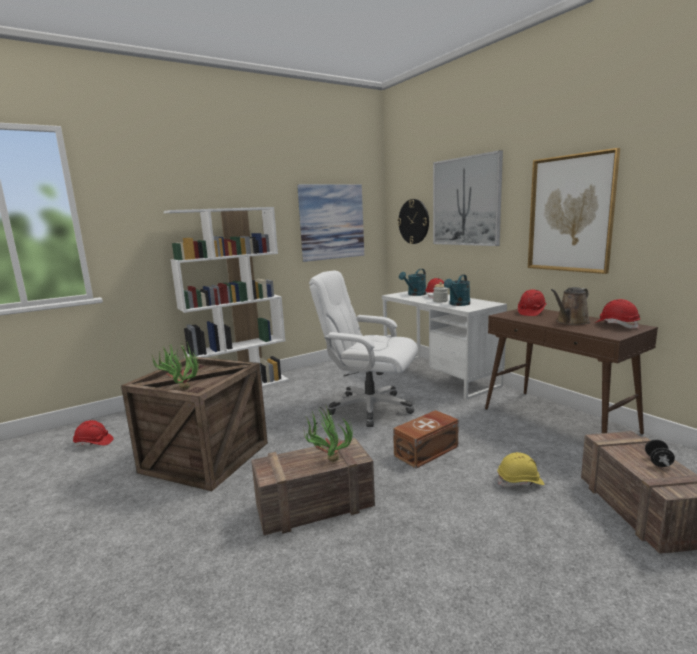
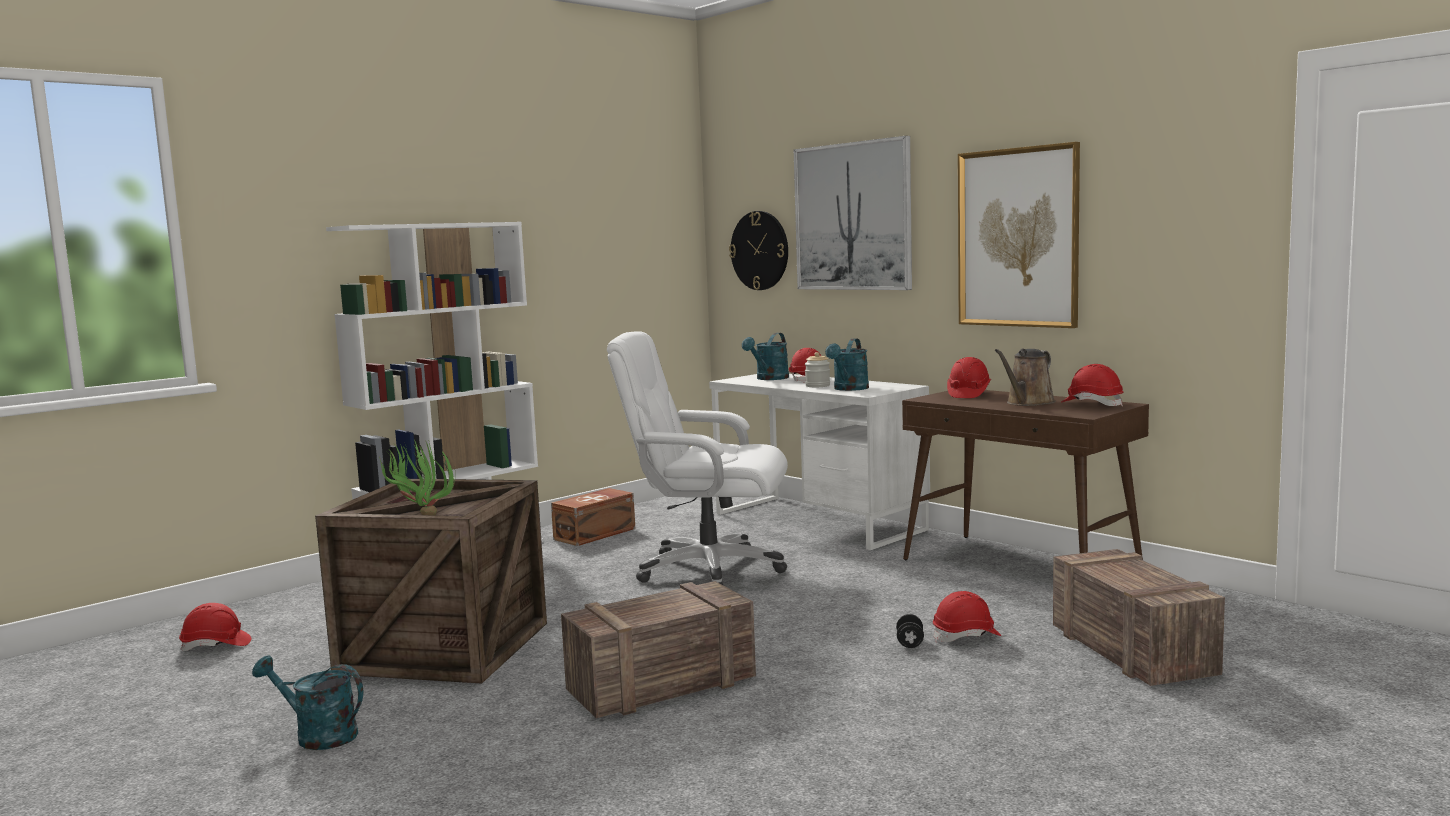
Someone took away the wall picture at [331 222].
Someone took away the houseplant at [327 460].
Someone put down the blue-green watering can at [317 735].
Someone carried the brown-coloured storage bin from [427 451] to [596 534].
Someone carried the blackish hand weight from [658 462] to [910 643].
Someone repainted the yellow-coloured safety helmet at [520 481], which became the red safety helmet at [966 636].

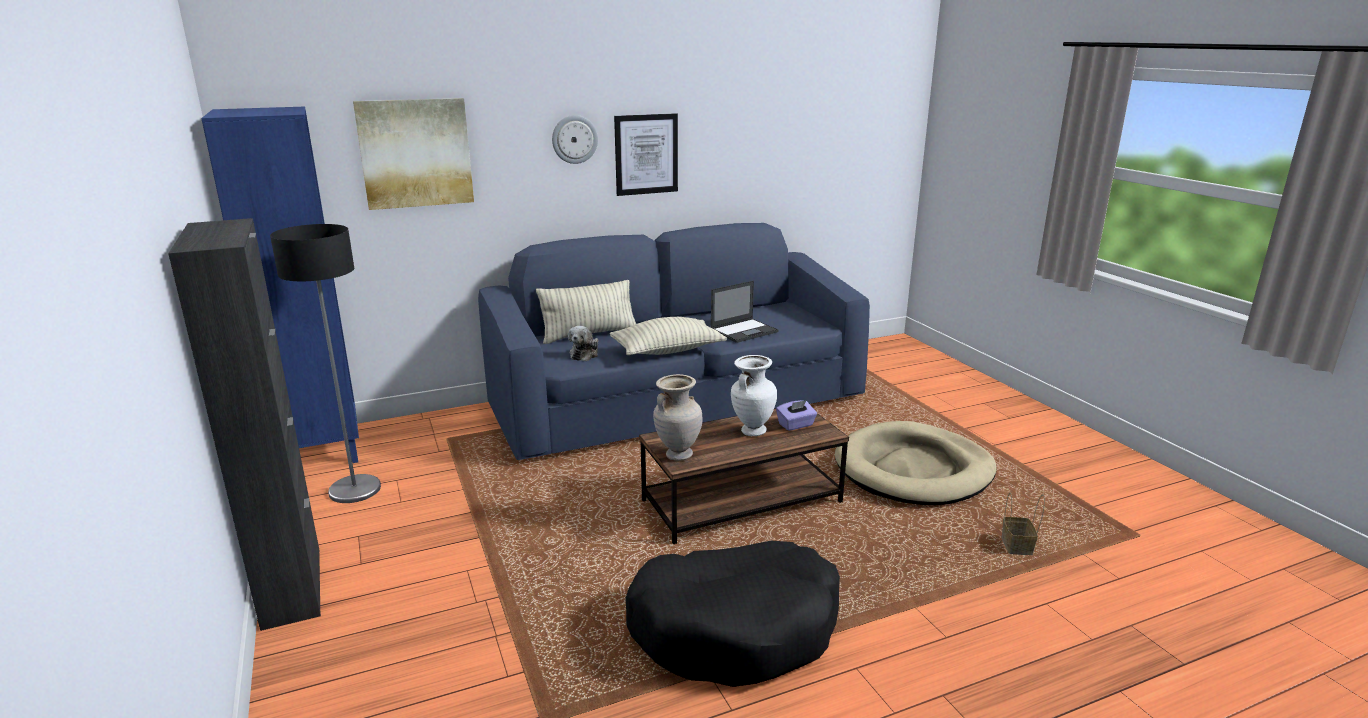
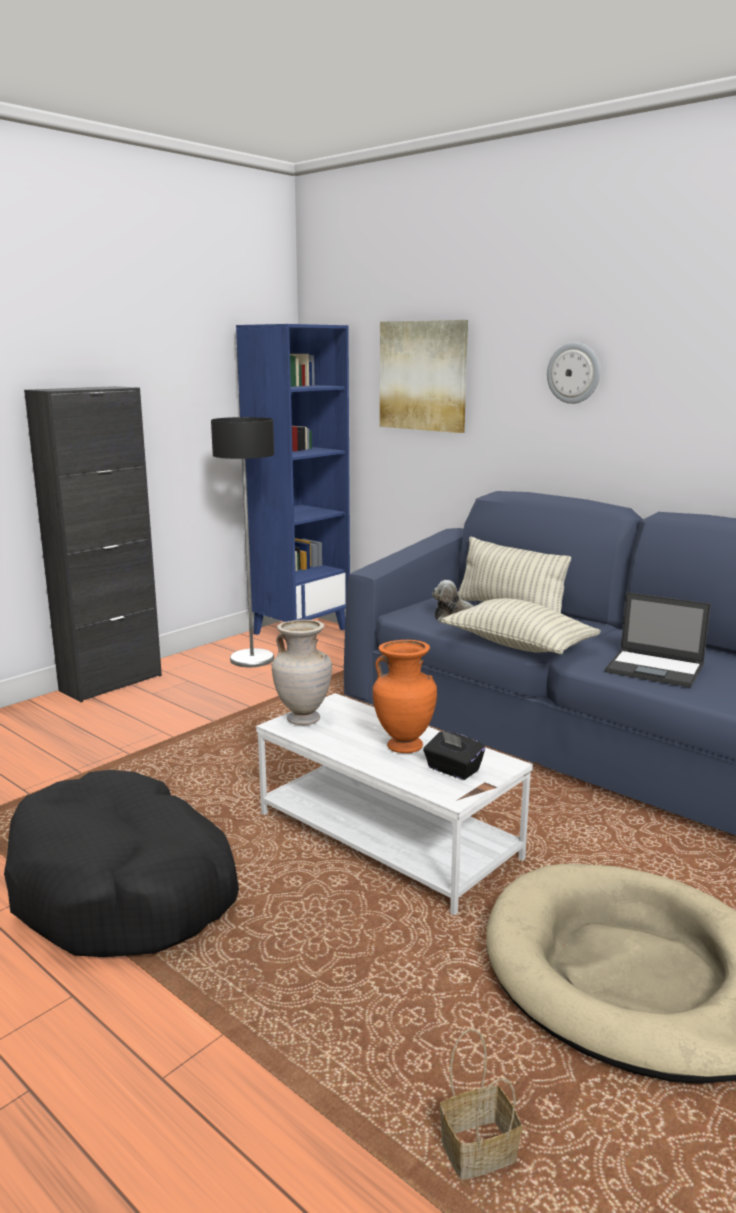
Someone took away the wall picture at [646 154].
Someone repainted the brown-coloured lounge table at [742 501], which became the white lounge table at [388 836].
Someone repainted the white decorative vase at [752 431], which became the orange decorative vase at [404 746].
Someone repainted the purple box of tissues at [796 425], which became the blackish box of tissues at [453 770].

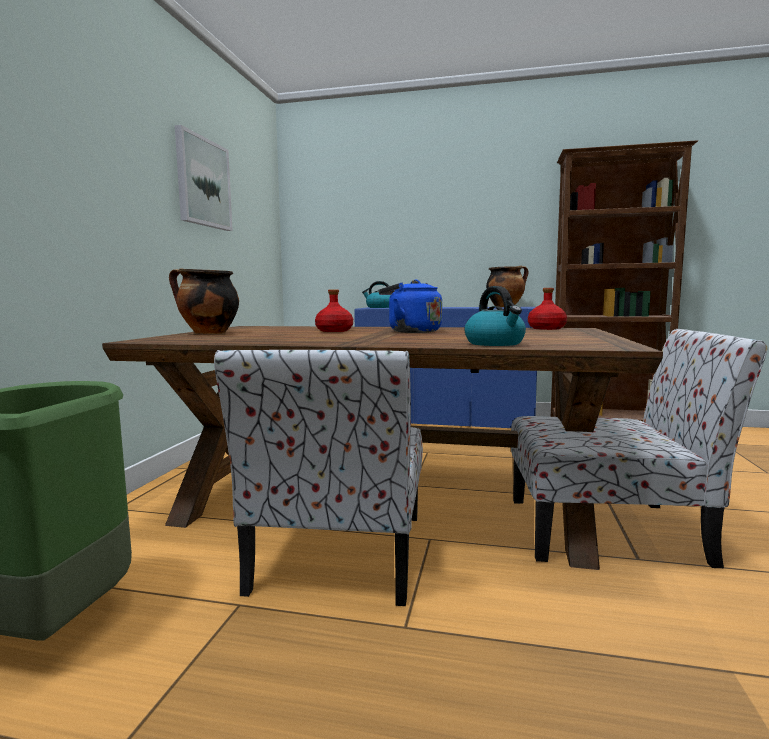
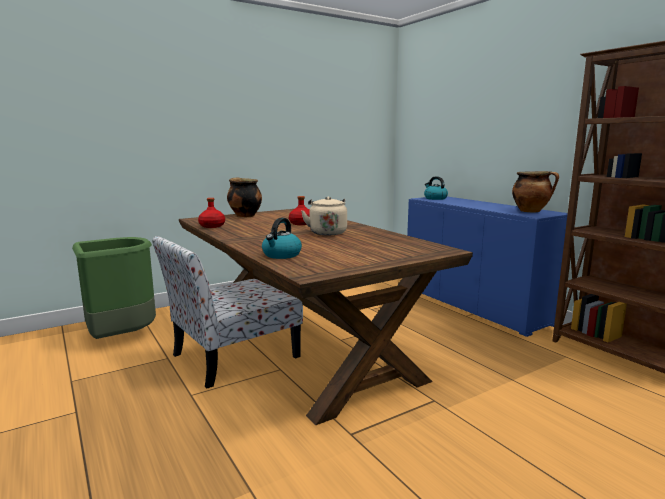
Someone took away the wall picture at [203 182].
Someone took away the chair at [609 530].
Someone carried the red beverage bottle from [546 328] to [212 226].
Someone repainted the blue-coloured water kettle at [411 332], which became the sand-coloured water kettle at [327 232].

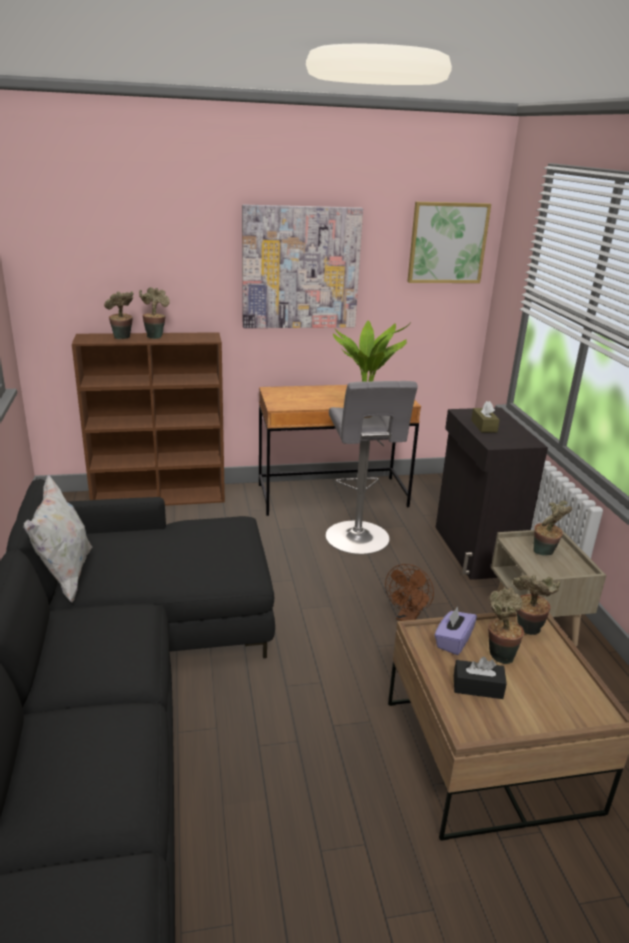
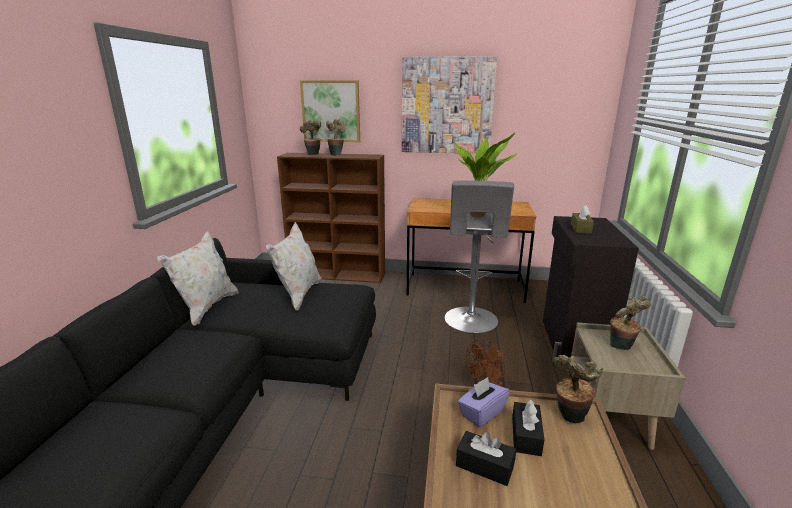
Someone put down the white pillow at [298 295].
Someone carried the wall picture from [447 243] to [331 111].
Someone swapped the houseplant at [499 654] for the blackish box of tissues at [526 436].

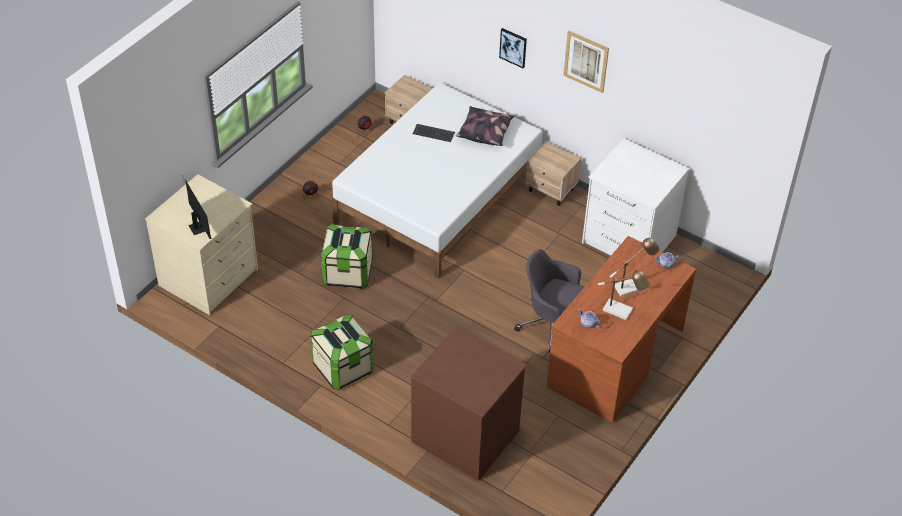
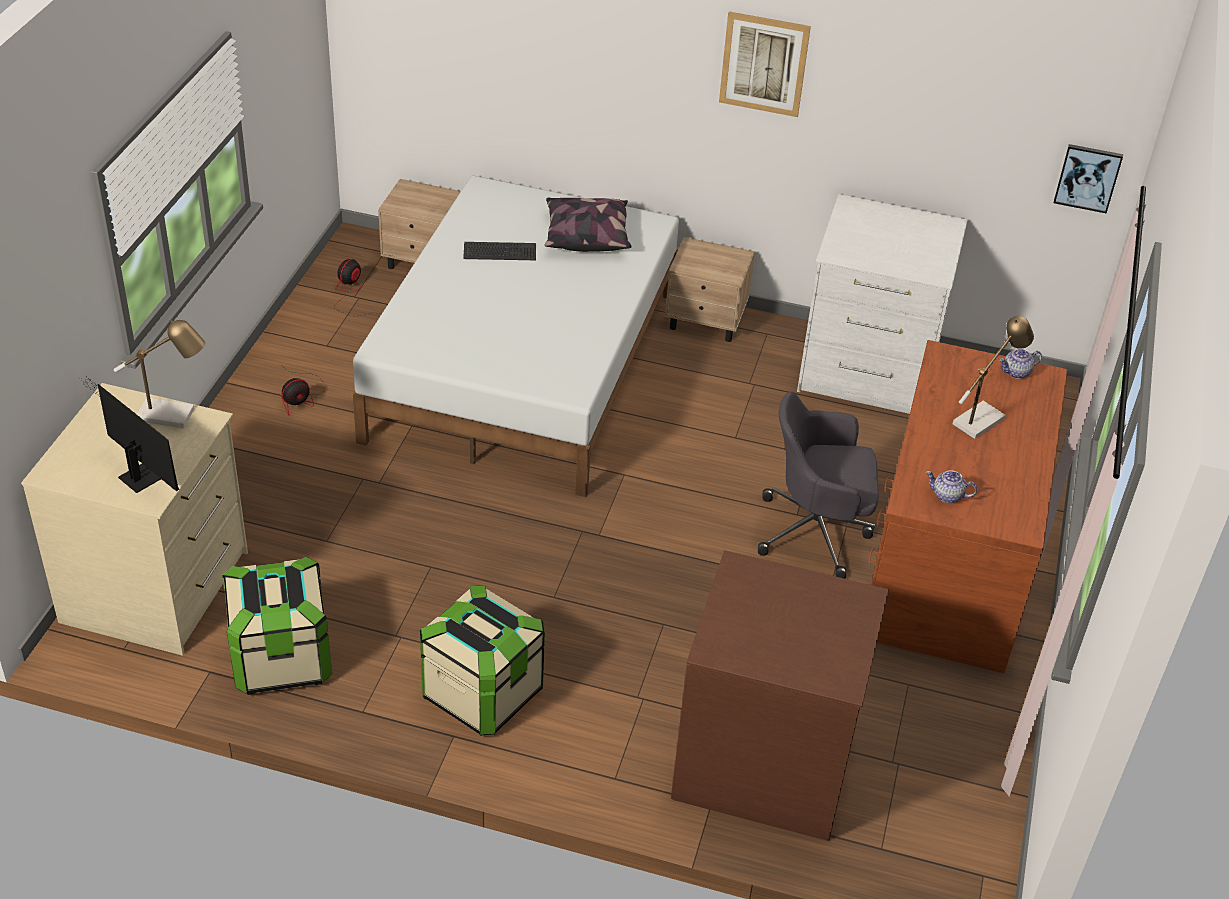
Someone carried the storage bin from [347 272] to [281 658].
Someone carried the wall picture from [513 47] to [1088 177].
Someone carried the lamp for a table from [621 311] to [173 415].

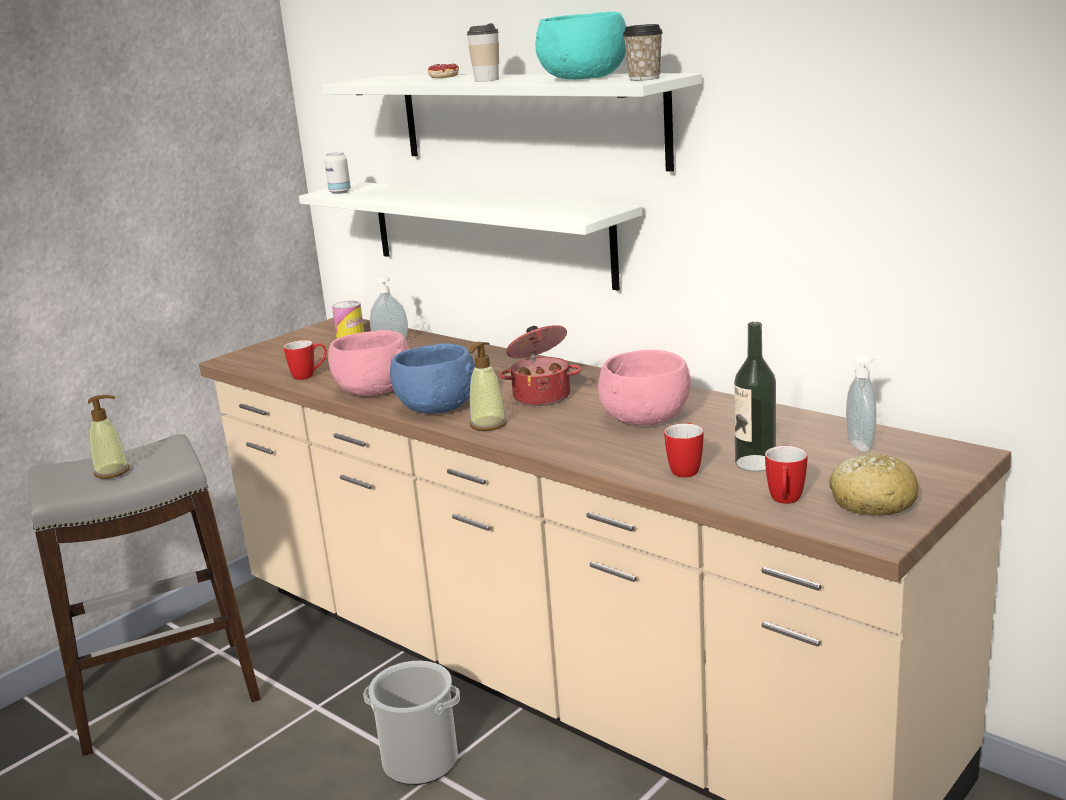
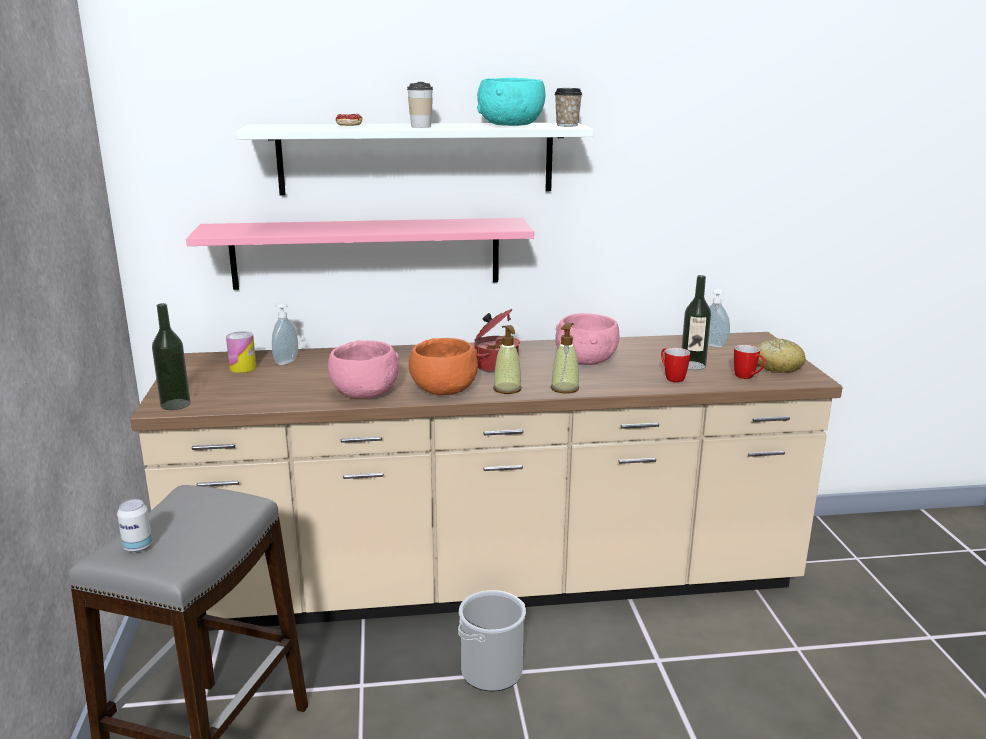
Someone took away the mug at [309 375].
Someone put down the beverage bottle at [175 404].
Someone carried the liquid soap bottle from [112 472] to [565 388].
Someone carried the sealed can from [340 192] to [138 547].
Someone repainted the white bracket shelf at [488 232], which became the pinkish bracket shelf at [366 253].
Someone repainted the blue-coloured deep dish at [436 406], which became the orange deep dish at [442 389].

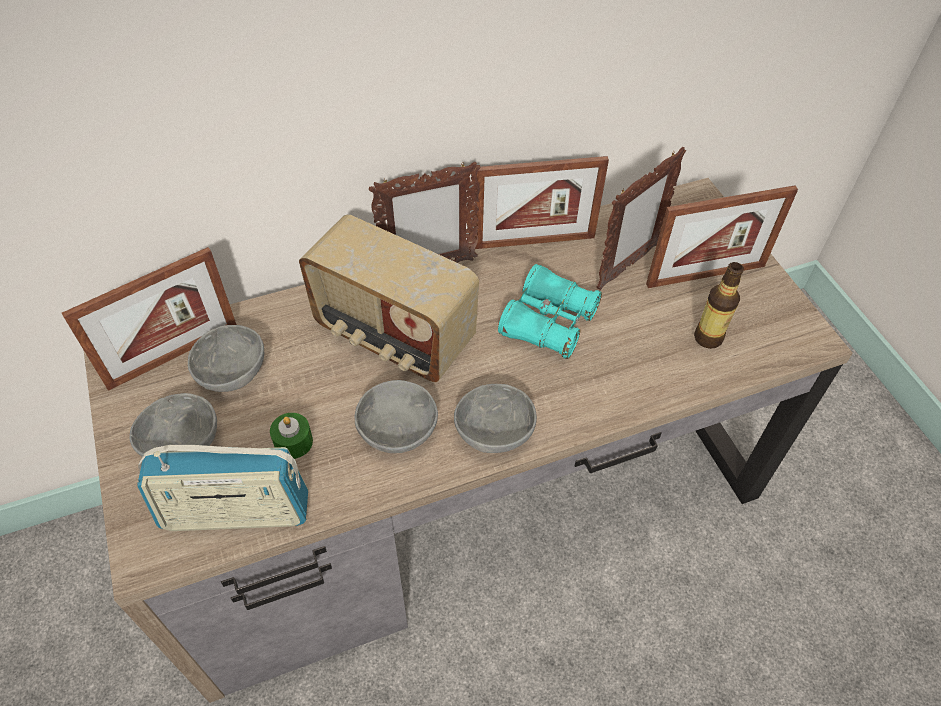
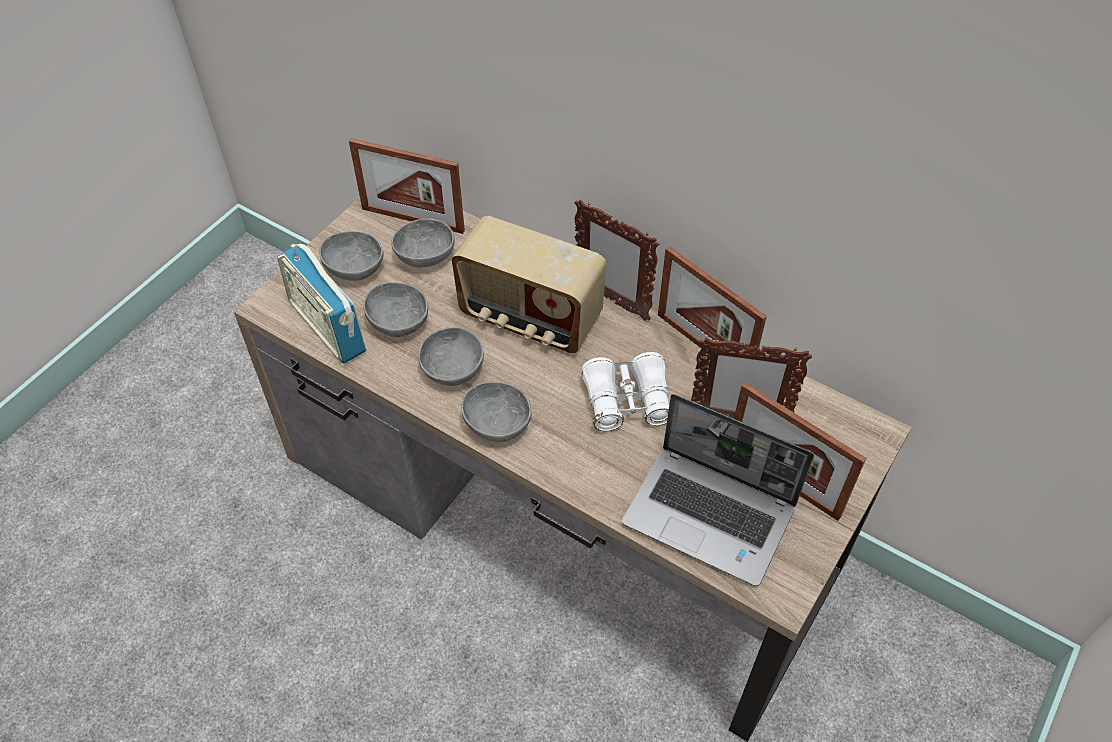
Someone swapped the greenish wax candle at [293 442] for the greyish deep dish at [399 321].
Someone swapped the beverage bottle at [708 338] for the notebook computer at [711 515].
Someone repainted the blue-green pair of binoculars at [548 323], which became the white pair of binoculars at [627 401].
Someone rotated the radio at [393 336] by 60 degrees counterclockwise.

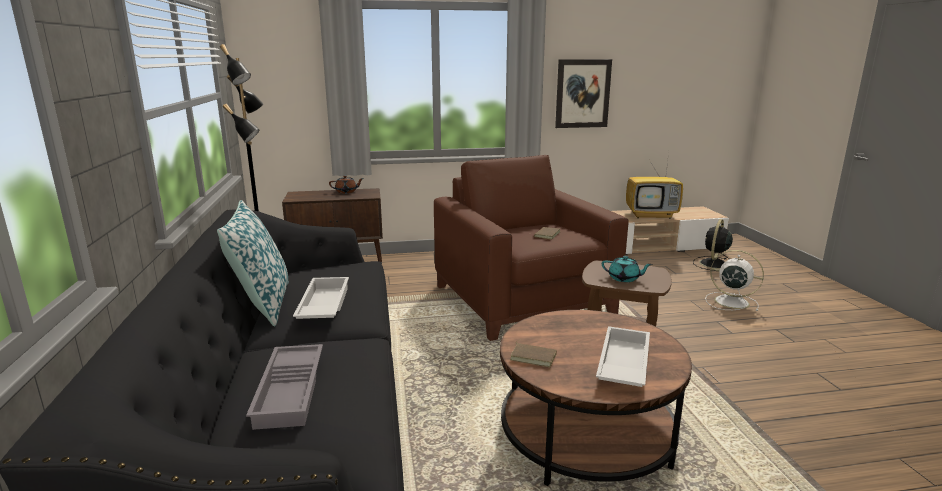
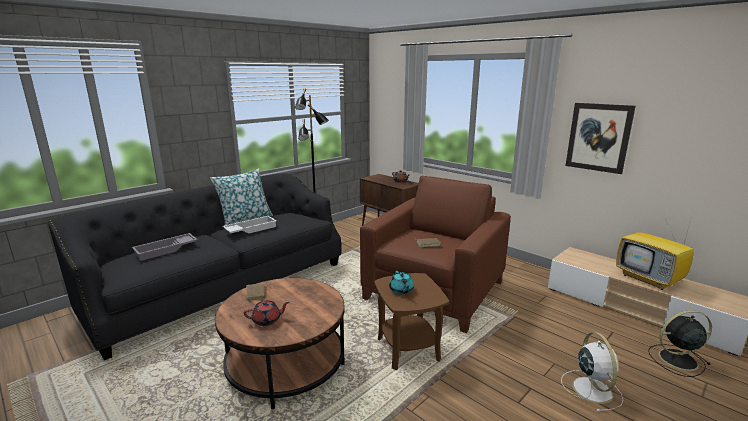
Someone swapped the white carrying tray at [622 364] for the red tea pot at [267 320].

